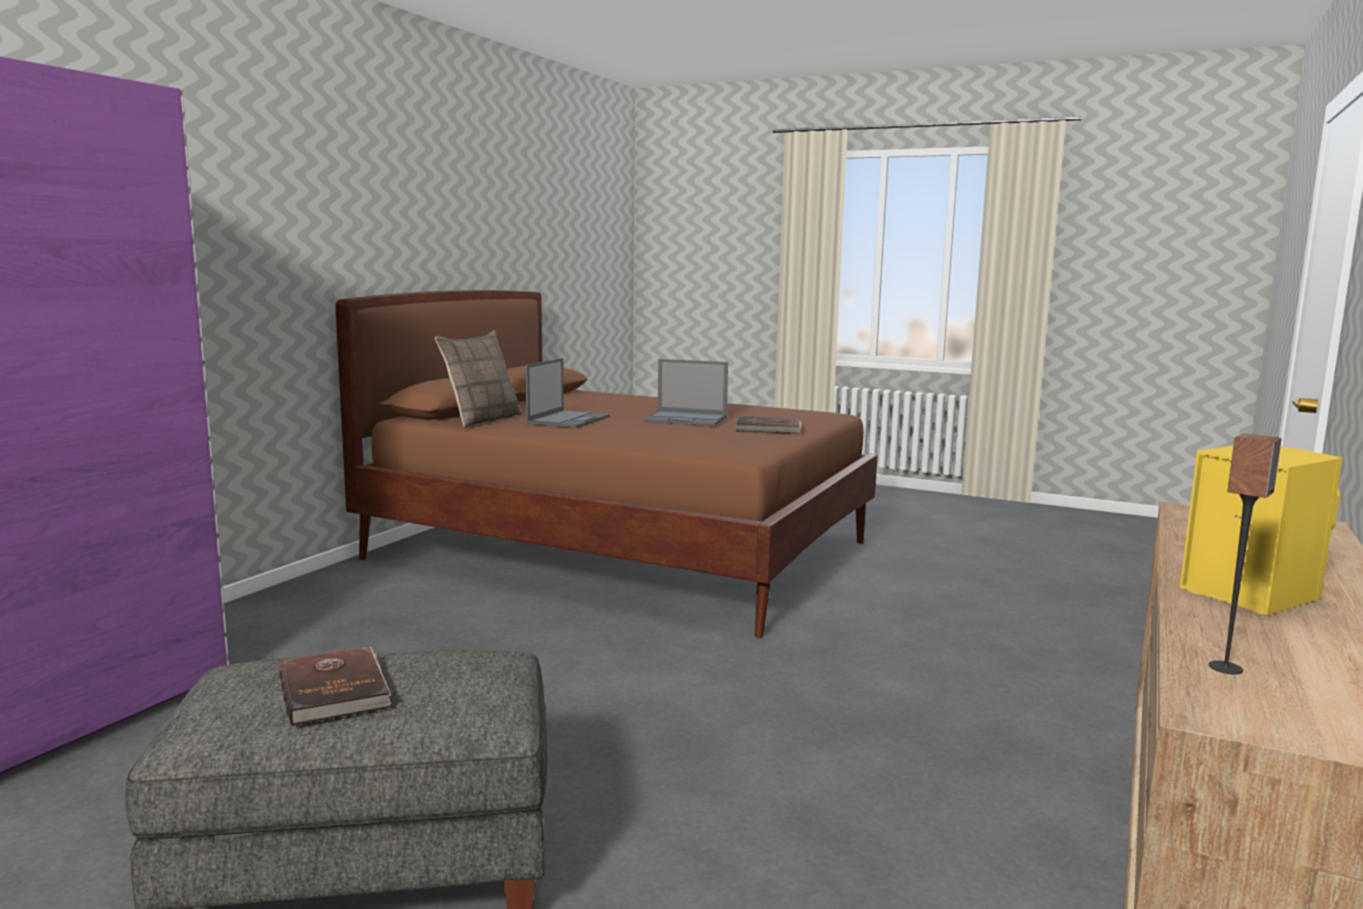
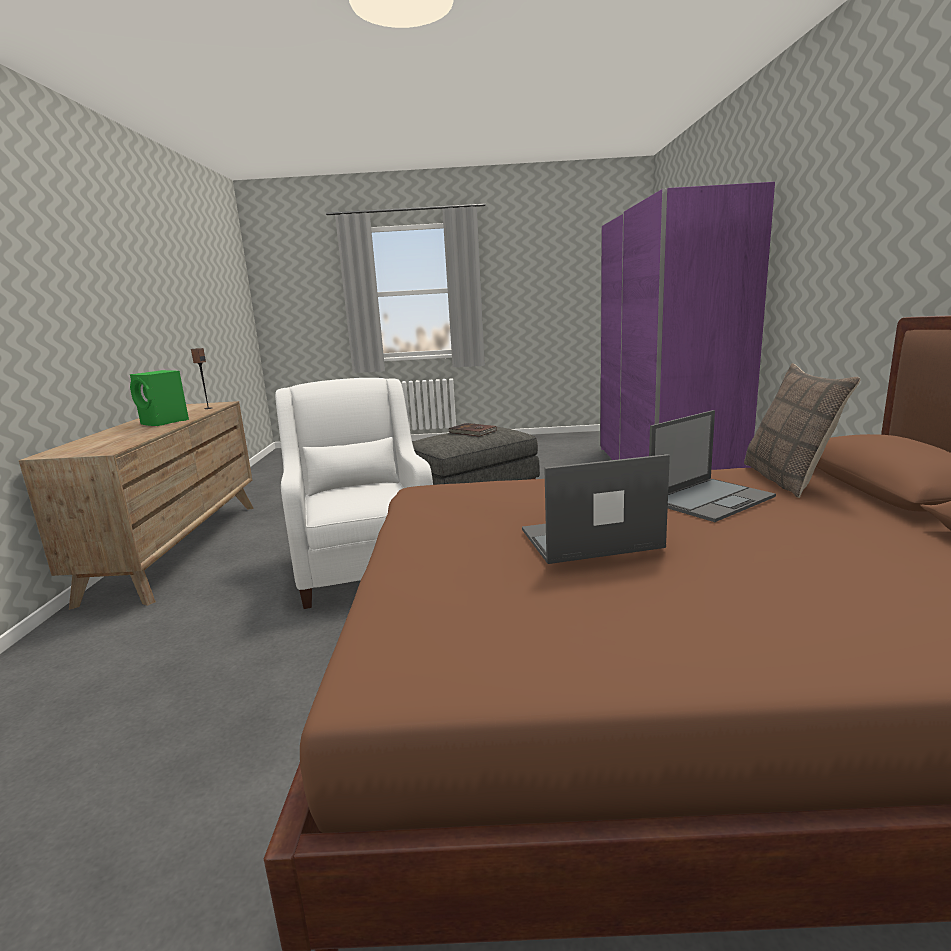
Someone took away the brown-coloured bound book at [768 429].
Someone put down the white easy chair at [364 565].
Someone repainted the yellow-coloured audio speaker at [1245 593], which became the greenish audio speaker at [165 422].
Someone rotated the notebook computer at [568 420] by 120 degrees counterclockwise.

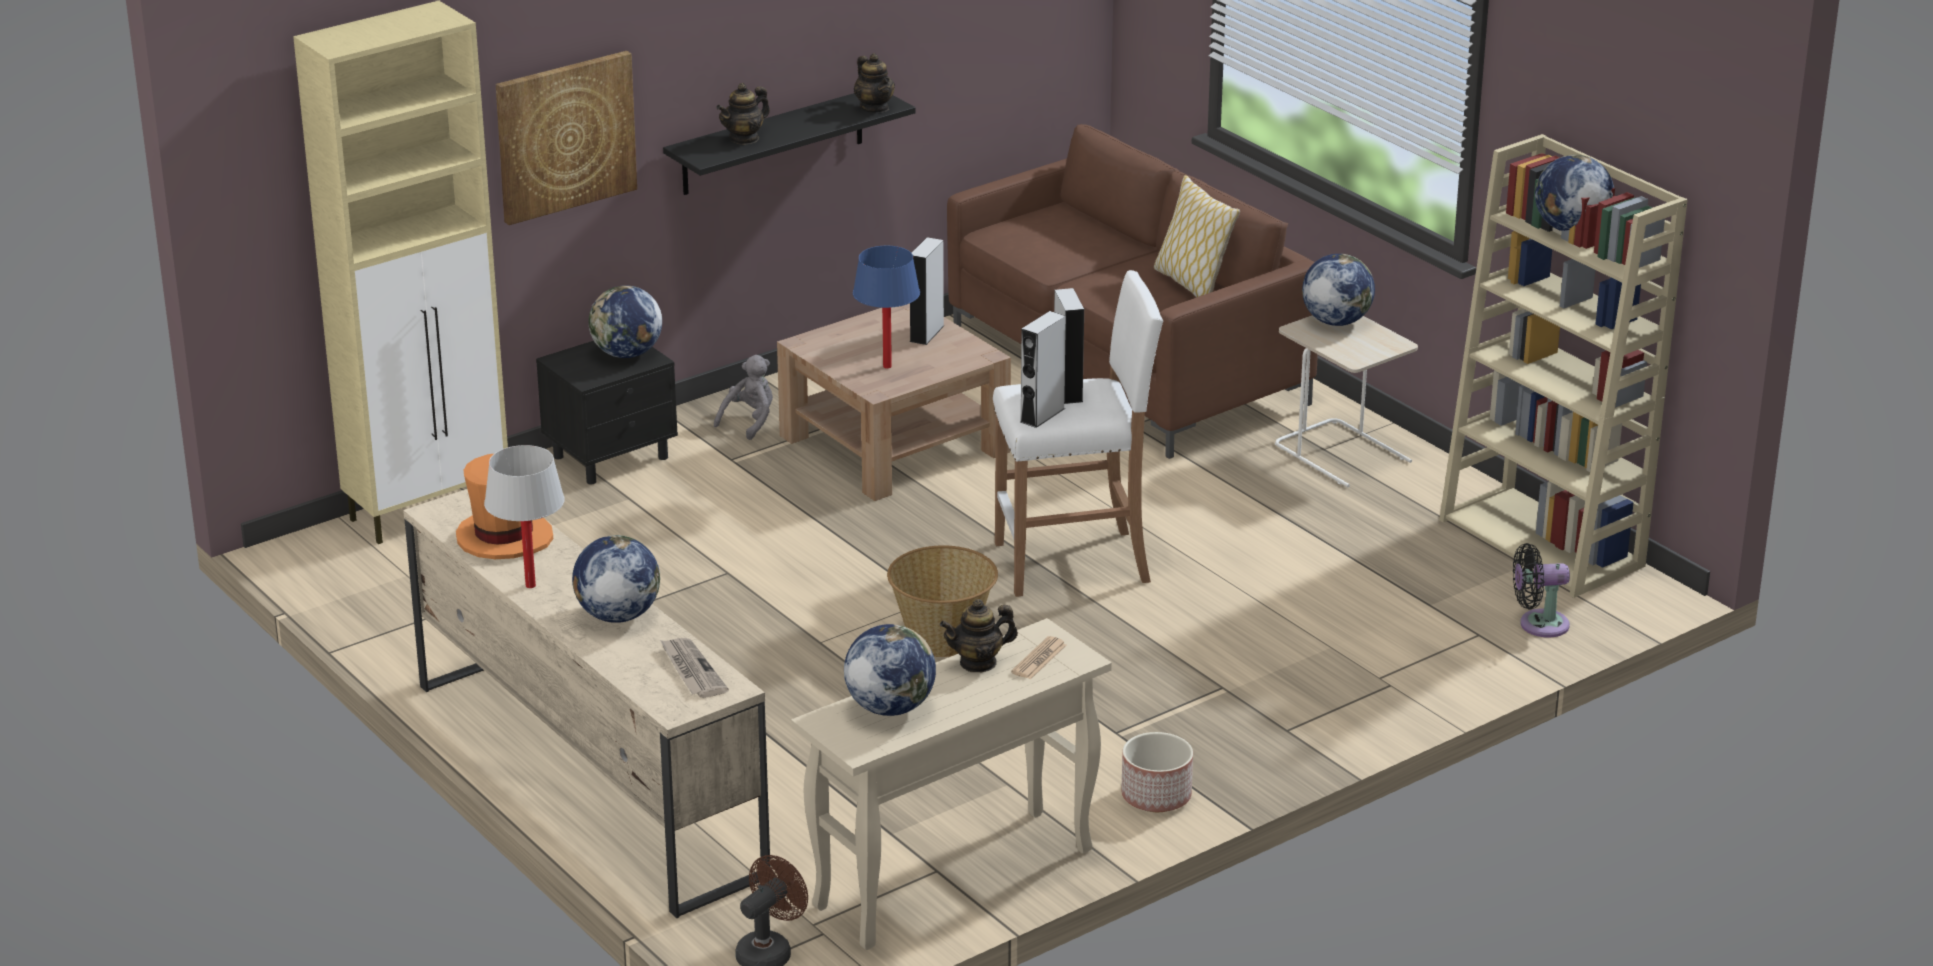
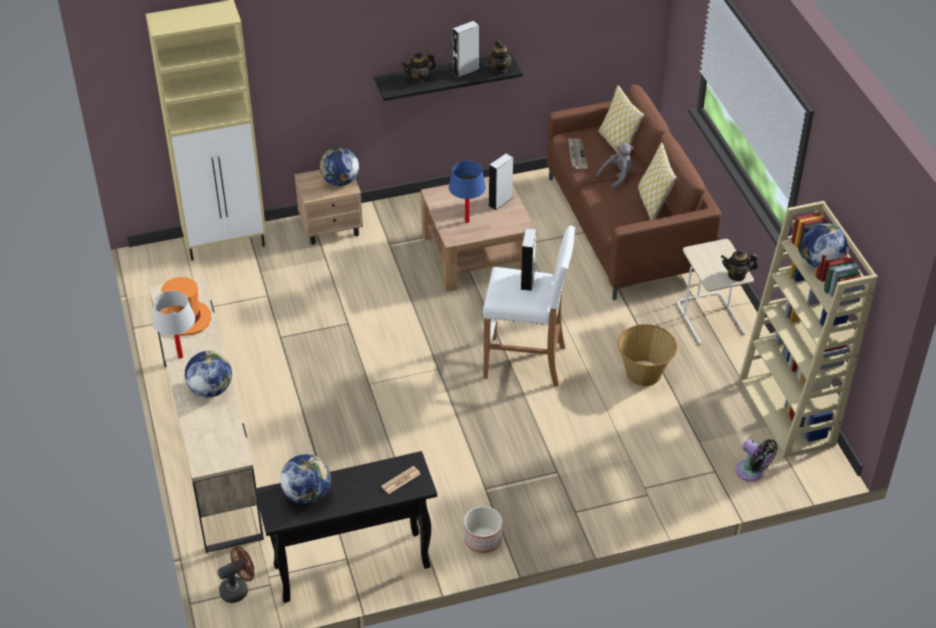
Someone took away the wall picture at [565 136].
Someone took away the desk globe at [1336 321].
Someone put down the pillow at [618 144].
Someone carried the daily paper from [691 670] to [576 154].
Someone carried the greyish plush toy from [749 422] to [617 176].
Someone carried the storage basket from [942 640] to [644 373].
Someone carried the tea pot from [978 663] to [737 275].
Someone carried the greyish audio speaker from [1042 415] to [465 71].
Someone repainted the blackish night table at [612 457], which became the sand-coloured night table at [331 228].
Someone repainted the sand-coloured hall table at [952 880], which became the blackish hall table at [351 567].
Someone rotated the blackish fan at [1538 624] by 150 degrees counterclockwise.

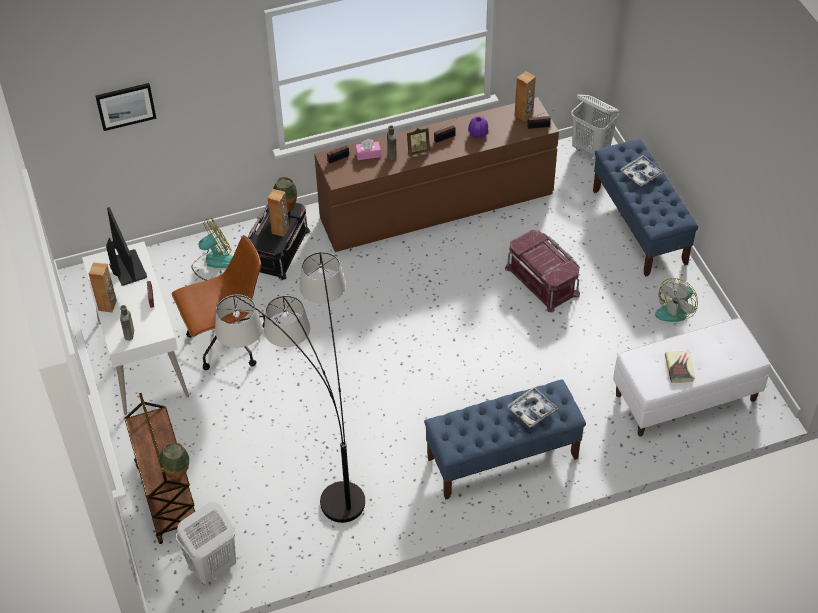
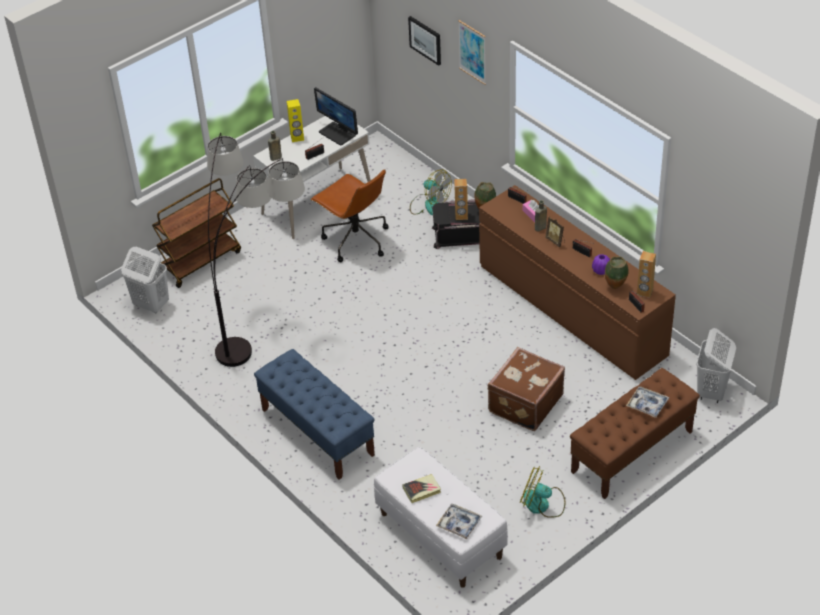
Someone put up the wall picture at [472 52].
Someone carried the decorative vase from [177 475] to [615 287].
Someone carried the carrying tray from [532 410] to [459 524].
Someone swapped the red storage bin at [543 281] for the brown-coloured travel case at [524 403].
Someone repainted the brown-coloured audio speaker at [108 305], which became the yellow-coloured audio speaker at [297 138].
Someone repainted the blue-coloured indoor bench at [639 227], which became the brown-coloured indoor bench at [631 452].
Someone rotated the monitor at [127 267] by 90 degrees clockwise.

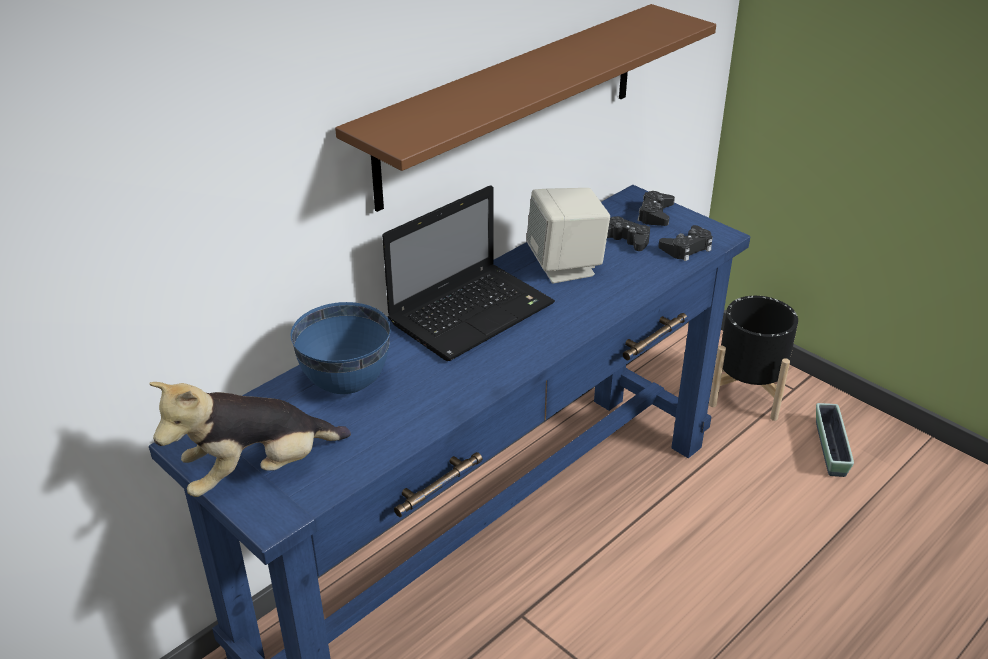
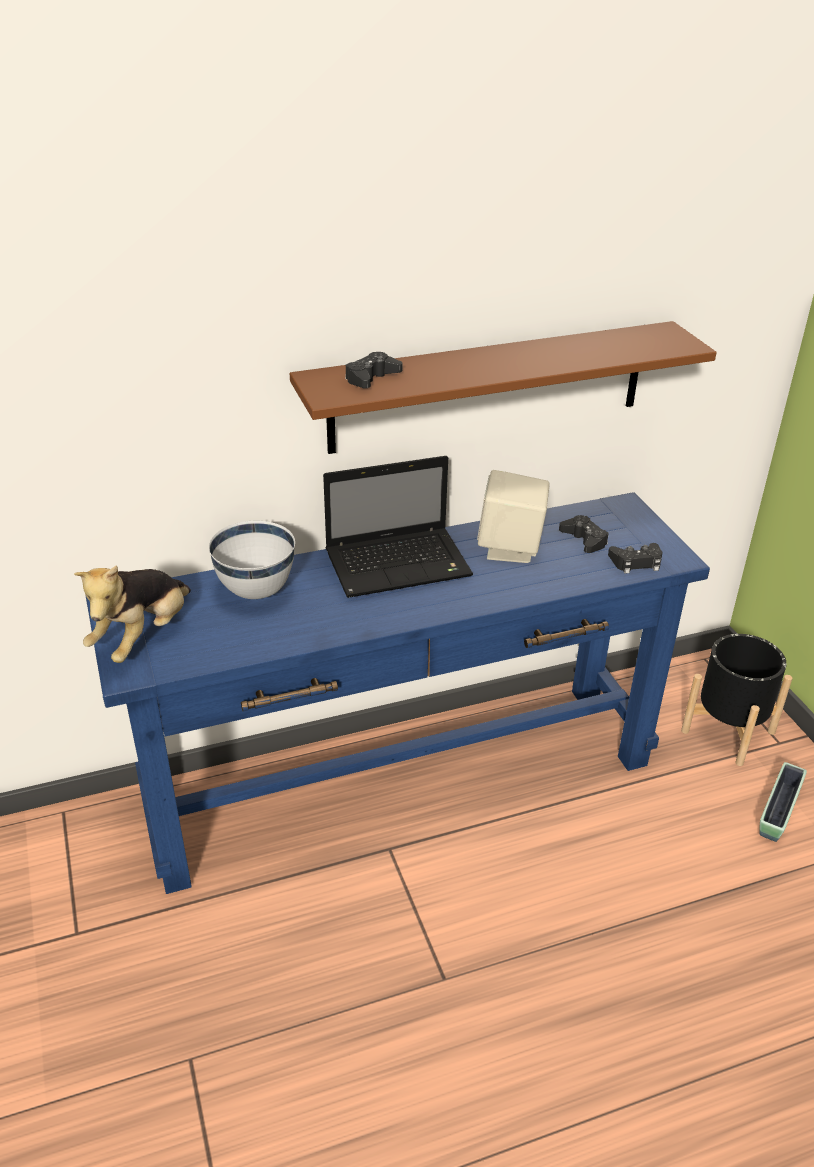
Someone carried the blackish gamepad from [655 214] to [371 377].
Someone repainted the blue-coloured deep dish at [345 384], which became the white deep dish at [255 591].
Someone rotated the plush toy at [258 472] by 60 degrees counterclockwise.

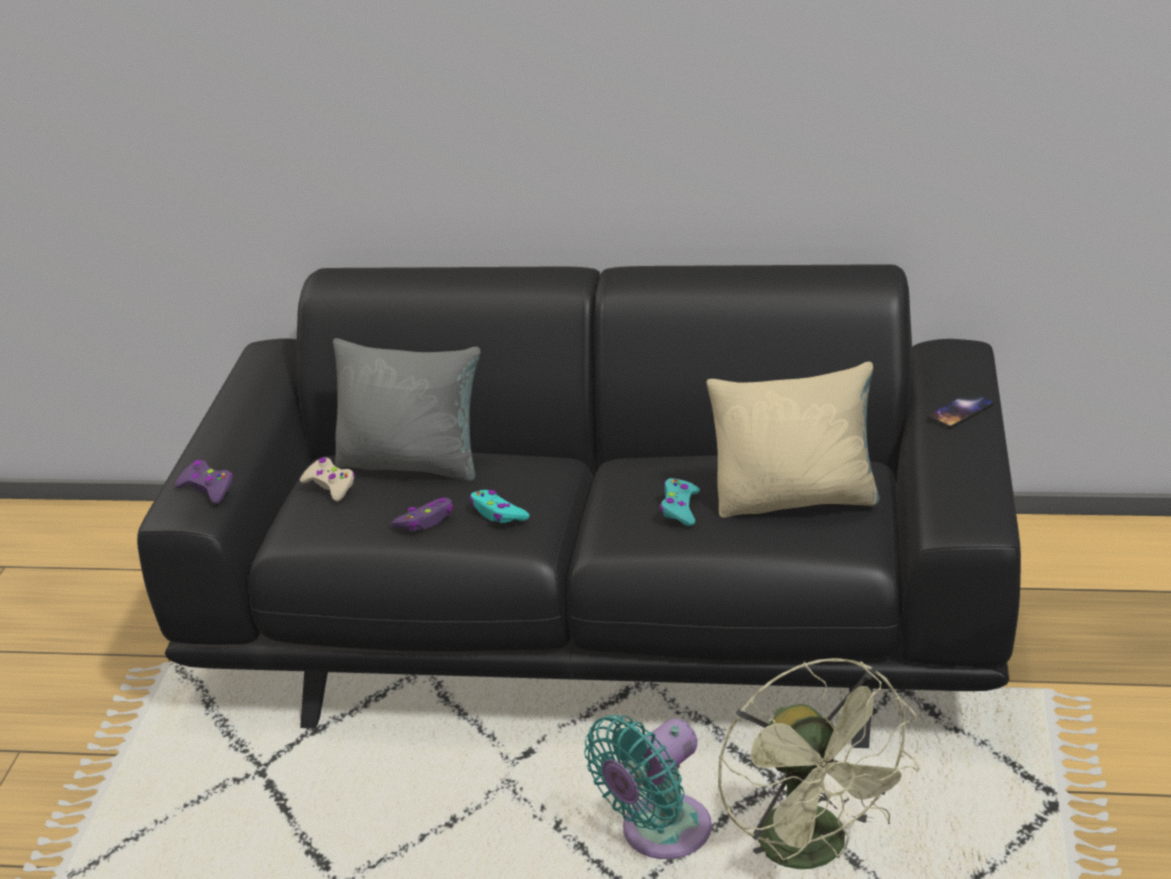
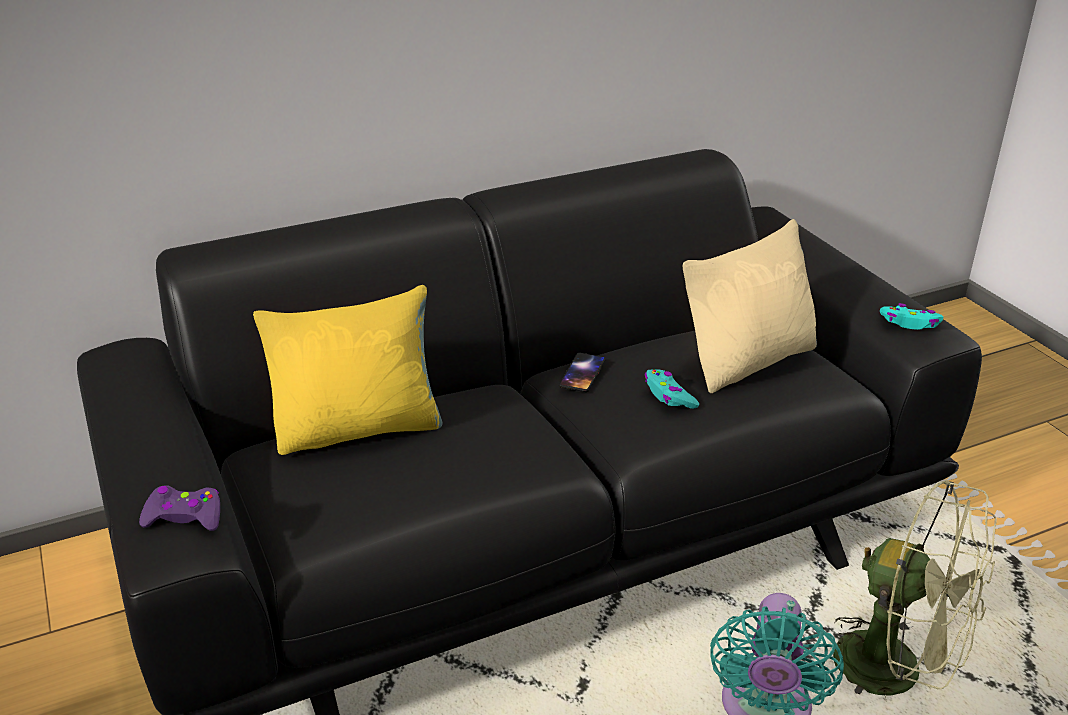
Someone took away the sand-coloured gamepad at [330 485].
Someone took away the purple gamepad at [426 521].
Someone carried the blue-green gamepad from [498 513] to [910 323].
Someone carried the telephone from [960 411] to [582 373].
Someone repainted the greyish pillow at [413 463], which became the yellow-coloured pillow at [359 428].

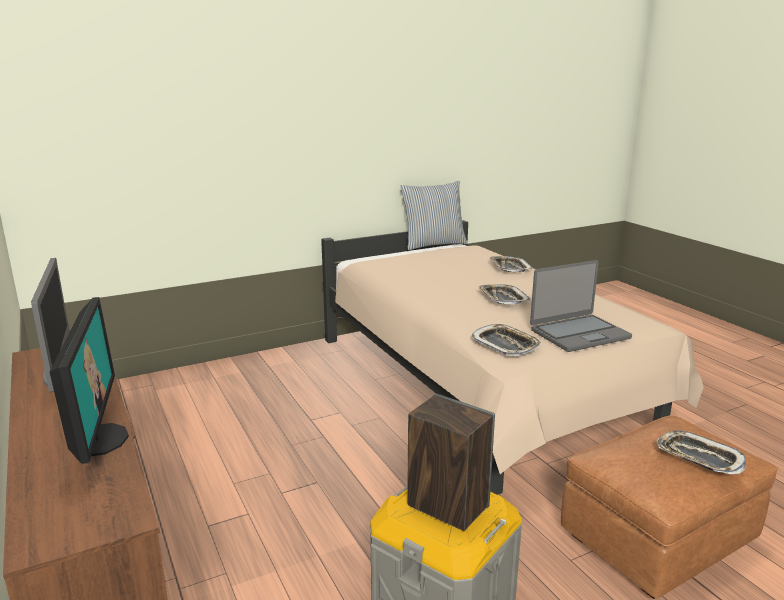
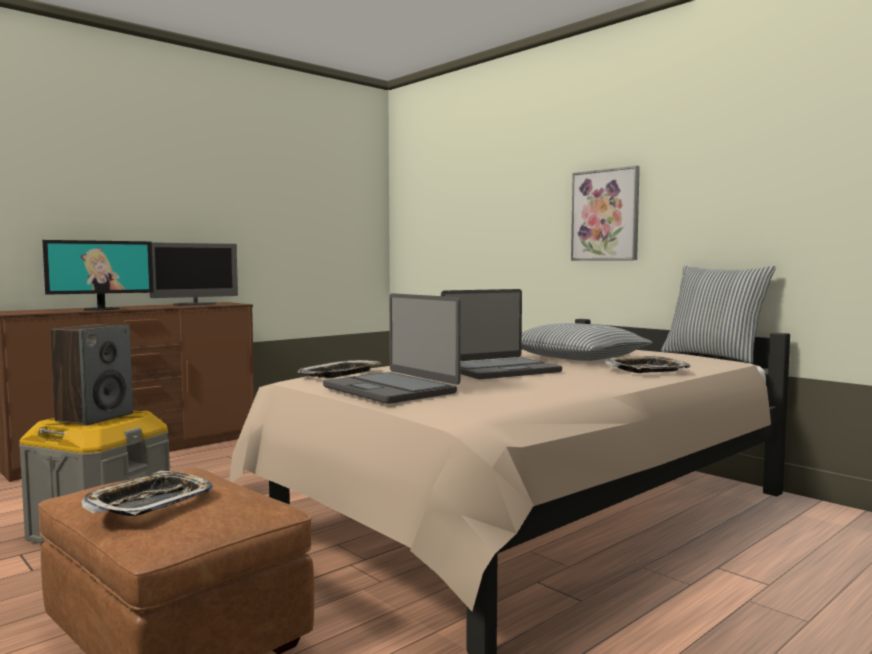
Someone put down the pillow at [577 357].
Someone put up the wall picture at [605 215].
Someone swapped the carrying tray at [502 298] for the notebook computer at [499 370].

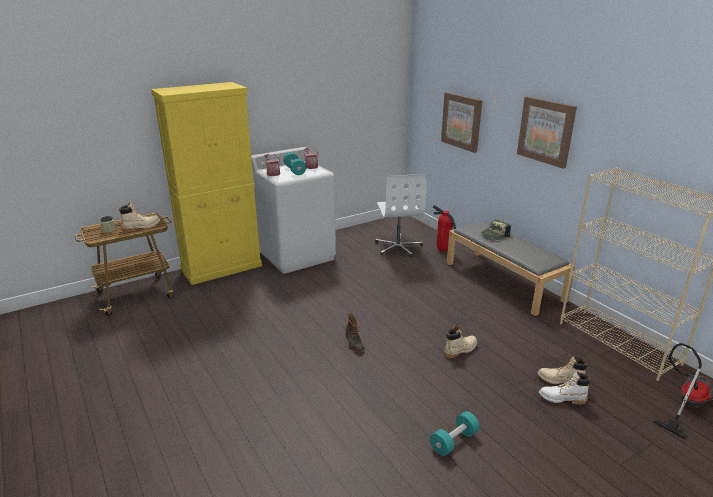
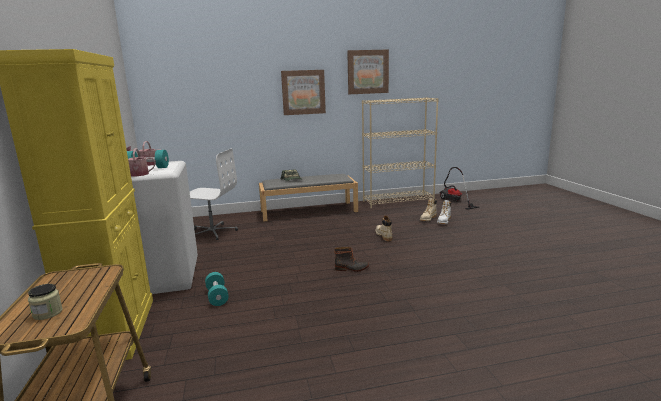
Someone took away the sand-coloured high-top boot at [141 227].
Someone took away the fire extinguisher at [442 250].
Someone carried the blue-green hand weight from [454 441] to [217 296].
Someone carried the wall picture from [462 121] to [367 72].

